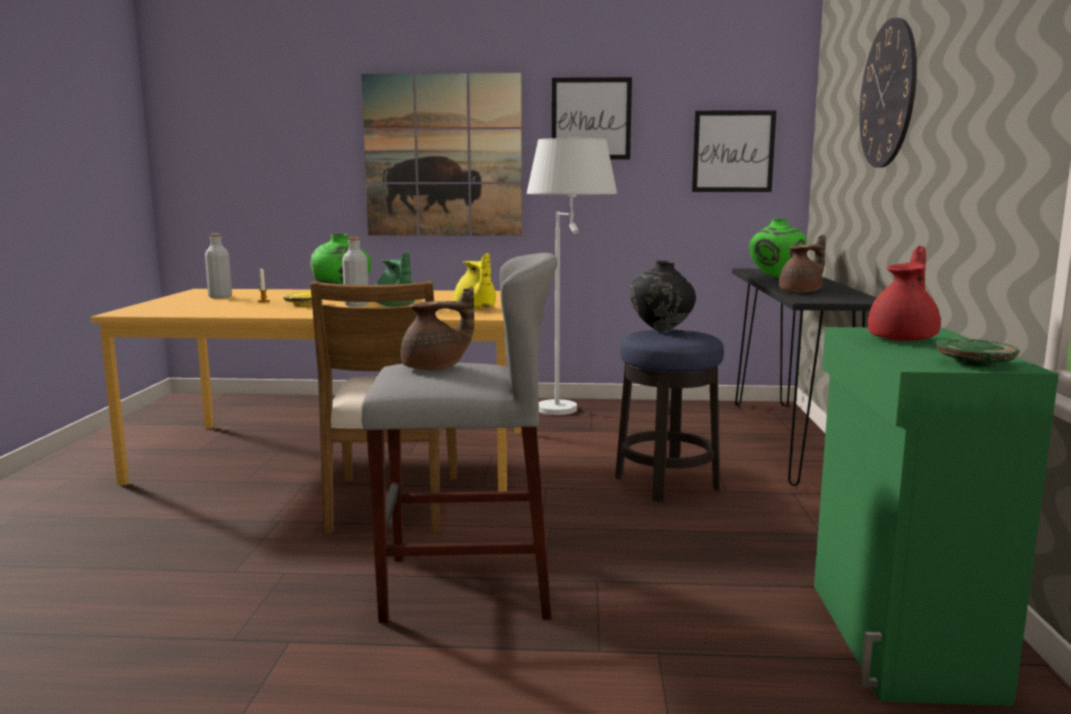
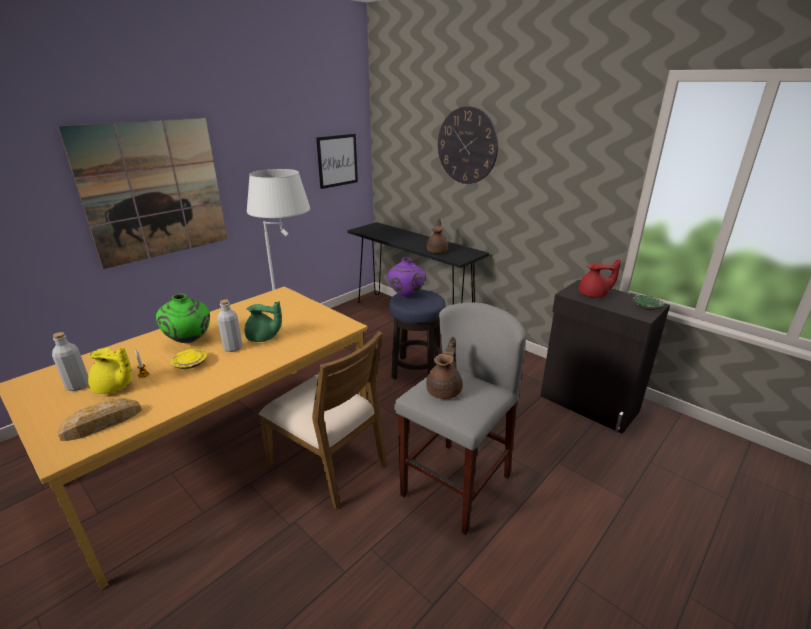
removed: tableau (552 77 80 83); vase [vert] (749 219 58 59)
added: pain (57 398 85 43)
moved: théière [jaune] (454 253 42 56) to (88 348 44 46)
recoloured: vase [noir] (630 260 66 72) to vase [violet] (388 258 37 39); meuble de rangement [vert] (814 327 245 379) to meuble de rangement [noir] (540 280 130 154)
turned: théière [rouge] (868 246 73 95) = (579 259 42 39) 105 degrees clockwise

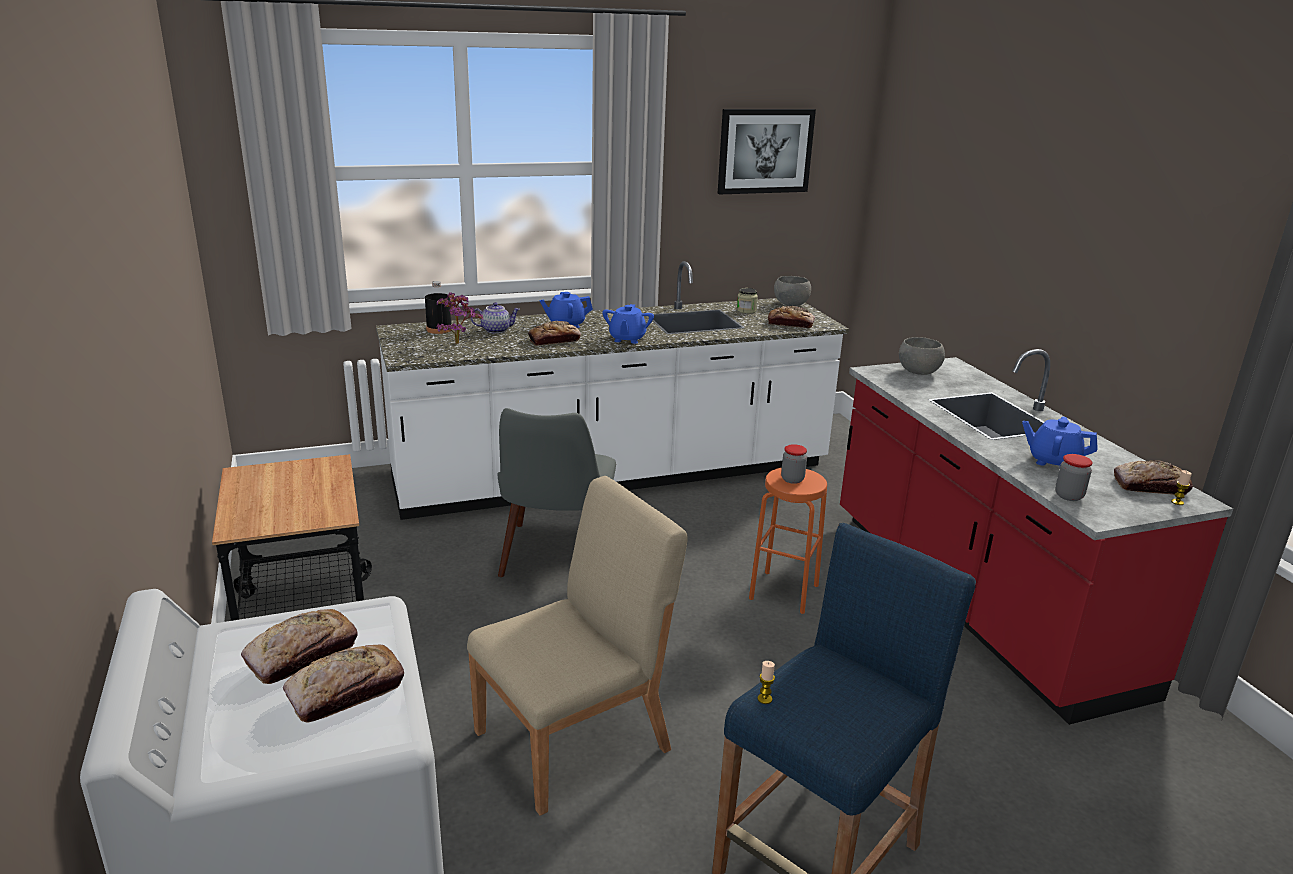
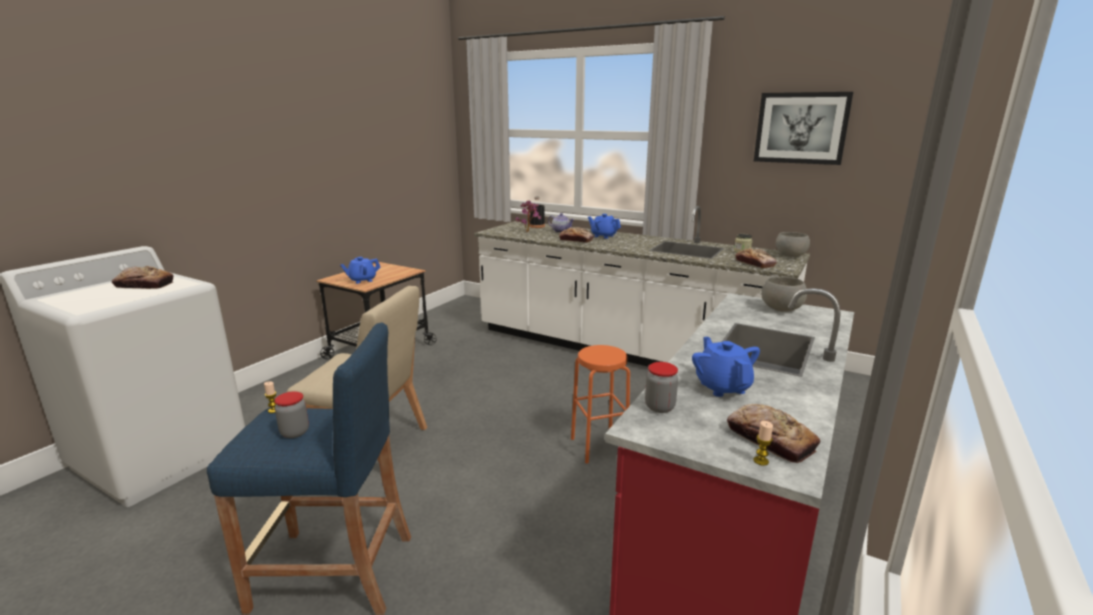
removed: chaise [gris] (498 408 118 169); pain (283 645 121 78)
moved: théière [bleu] (602 304 52 40) to (340 257 41 27); bocal (781 444 26 40) to (274 392 35 46)

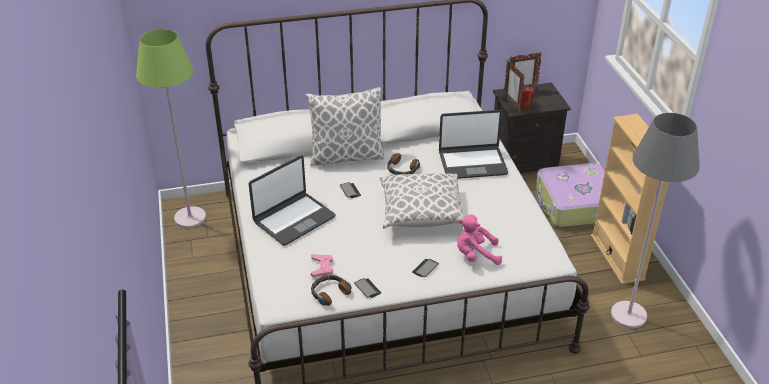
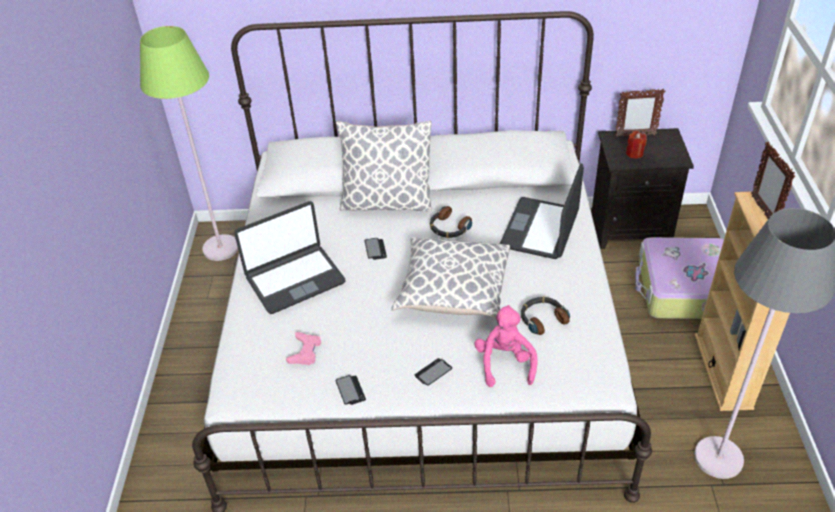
moved: cadre photo (504 60 21 52) to (751 142 44 77); casque audio (311 275 40 31) to (521 297 49 38)
turned: ordinateur portable (439 110 69 69) = (500 163 84 96) 105 degrees clockwise; peluche [rose] (457 214 45 51) = (474 305 64 82) 75 degrees clockwise

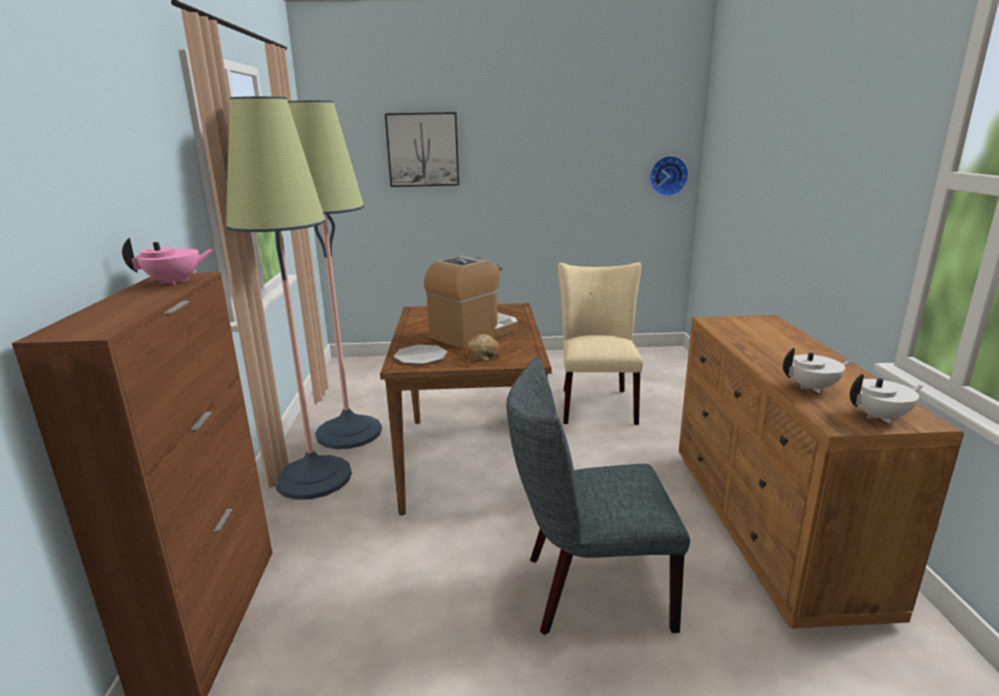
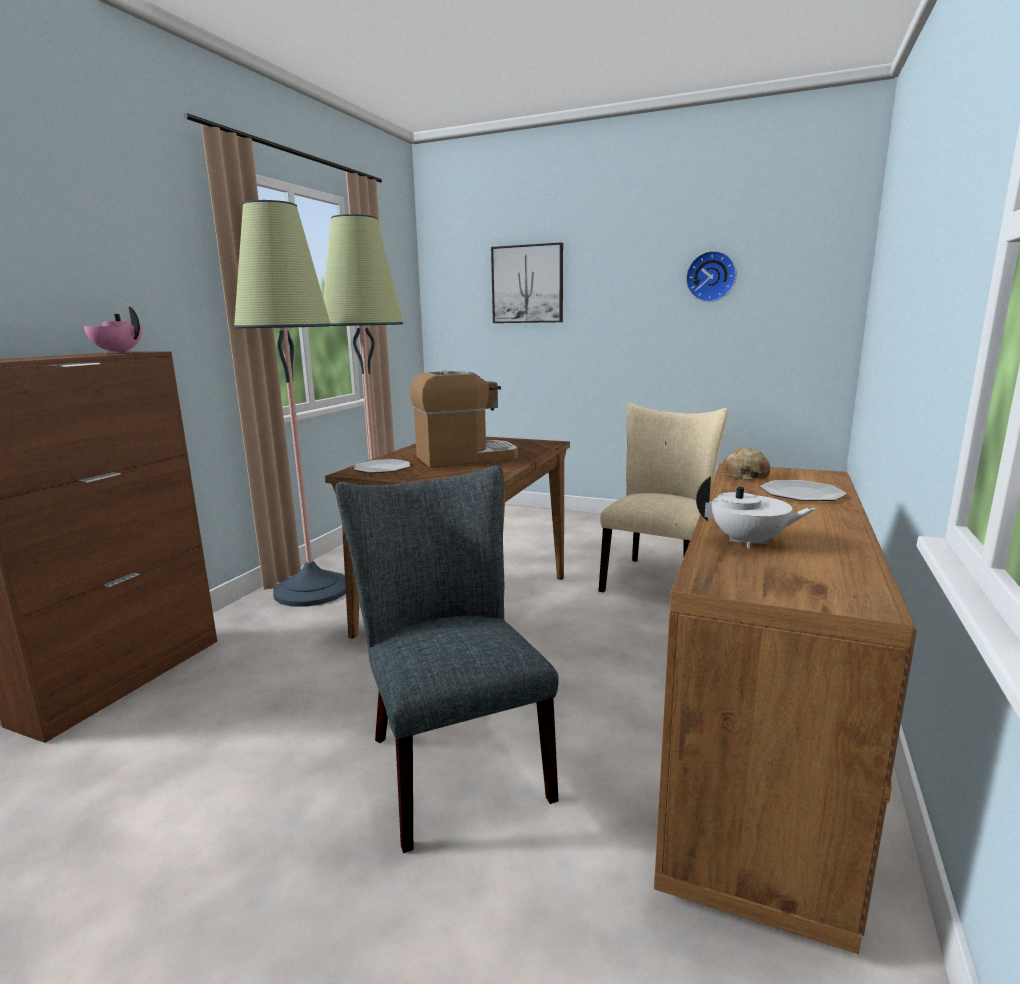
removed: théière [blanc] (850 374 73 50)
added: assiette (760 480 87 21)
moved: horloge murale (649 156 40 41) to (686 251 51 51); pain (465 334 35 27) to (722 448 48 32)
turned: théière [rose] (122 237 92 48) = (84 307 58 47) 150 degrees counterclockwise; chaise [gris] (506 357 184 278) = (335 465 224 388) 45 degrees clockwise

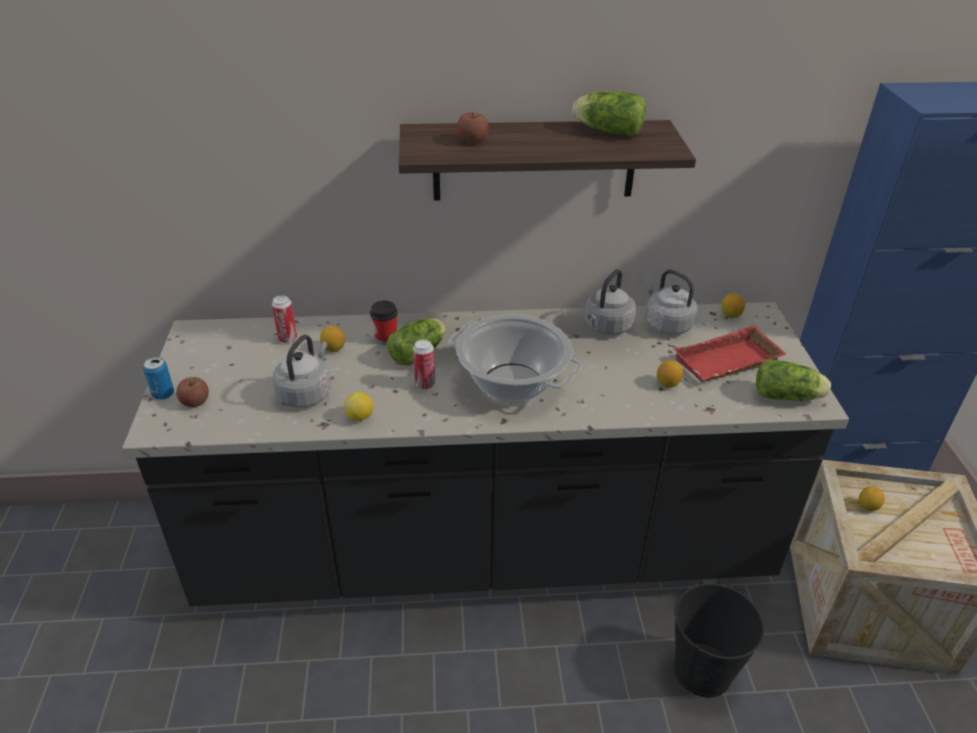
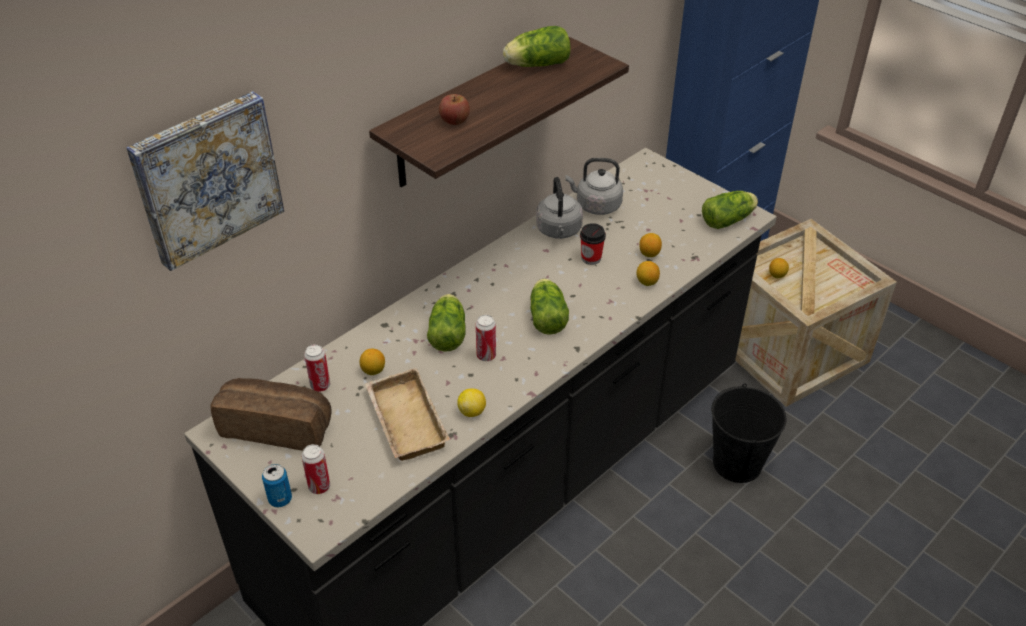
removed: plateau [rouge] (674 325 112 57)
added: tableau (126 91 158 180); pain (210 378 122 73)
moved: citron (722 293 23 25) to (636 261 24 25); tasse (370 301 28 44) to (580 223 26 42)
replaced: marmite (448 314 134 89) to laitue (530 279 39 56); bouilloire [gris] (272 335 59 73) to plateau [beige] (365 368 85 93); pomme (176 377 33 30) to boîte métallique (301 444 29 50)

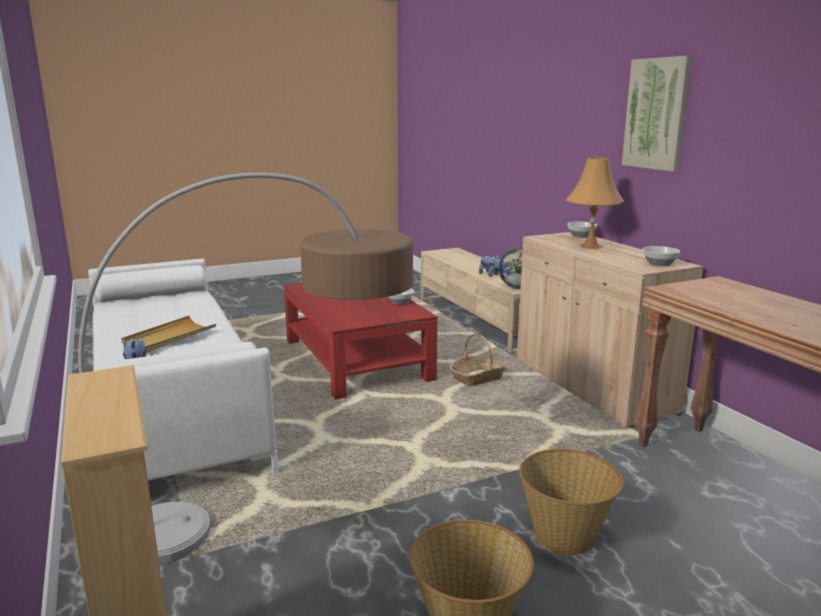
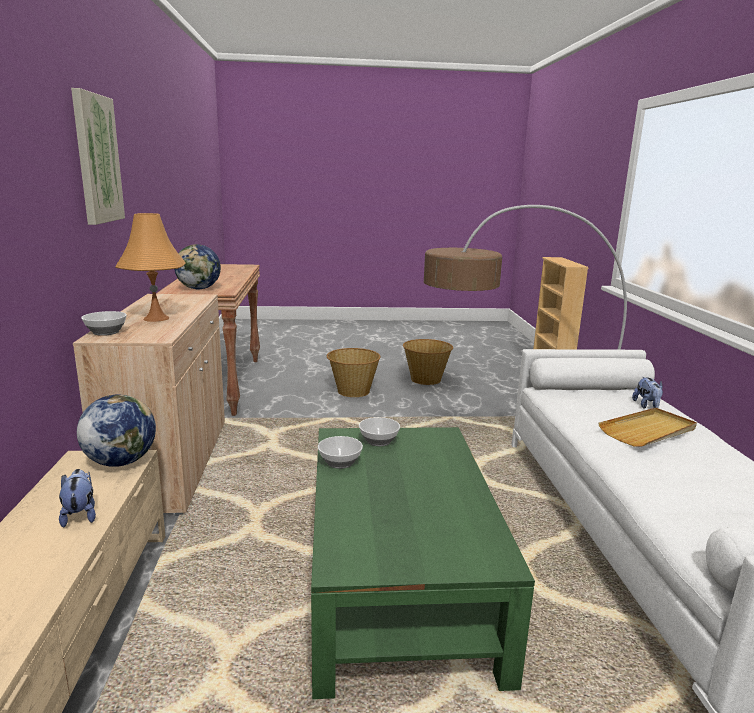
removed: panier (449 334 58 52)
added: globe (174 244 47 45)
moved: bol (643 246 37 21) to (359 417 41 29)
recoloured: table basse [rouge] (284 283 153 117) to table basse [vert] (311 427 224 272)

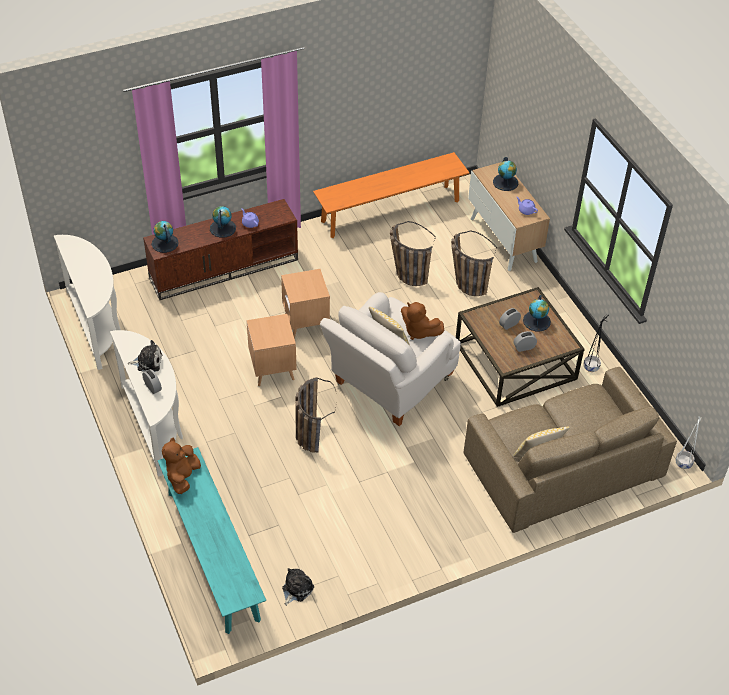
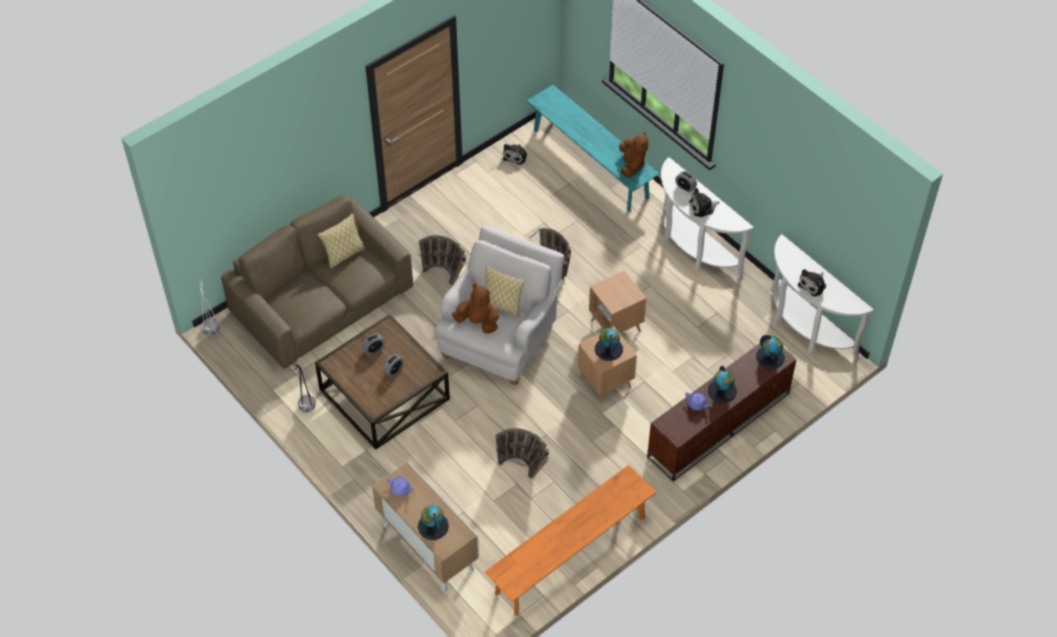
added: peluche (798 269 28 27)
moved: panier (451 230 46 66) to (417 235 49 51); globe (523 295 28 36) to (595 328 28 33)

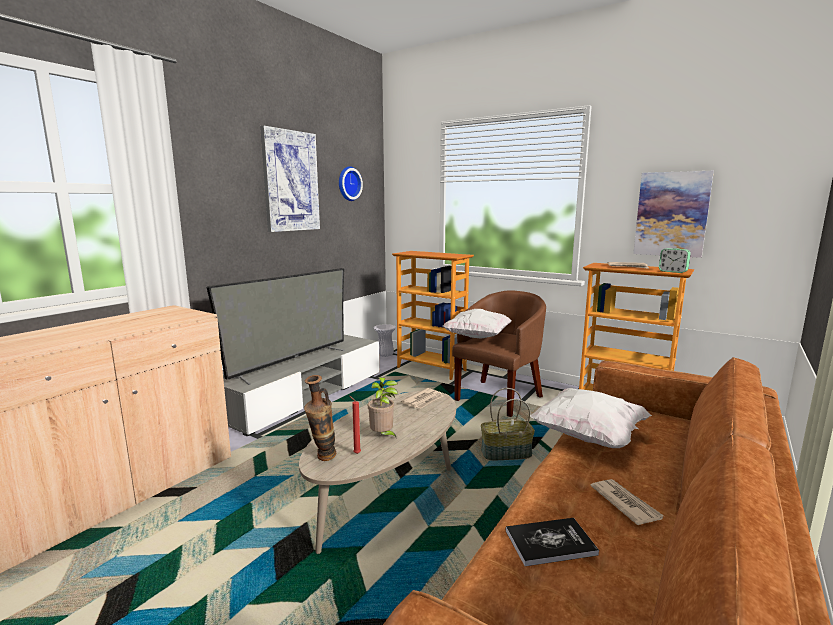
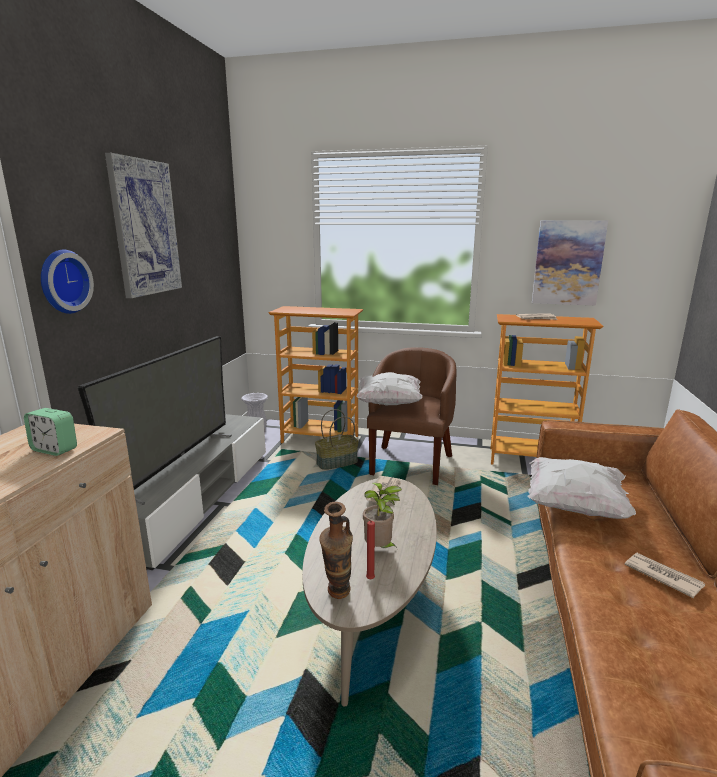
removed: livre (506 518 93 48)
moved: horloge murale (339 166 24 35) to (41 250 53 64); réveil (659 248 32 25) to (24 408 53 48); panier (481 388 54 72) to (315 409 44 61)

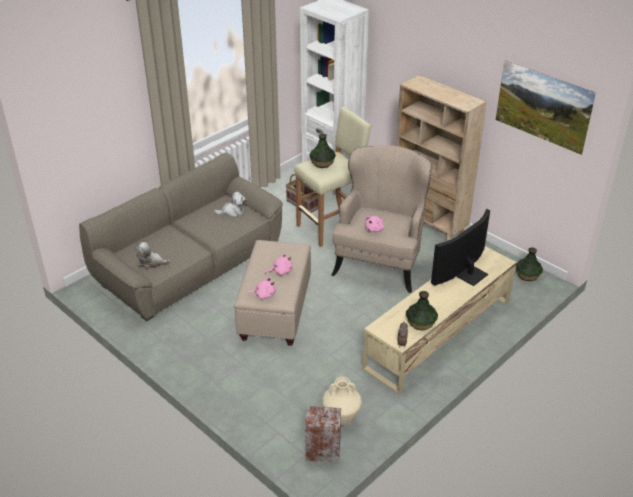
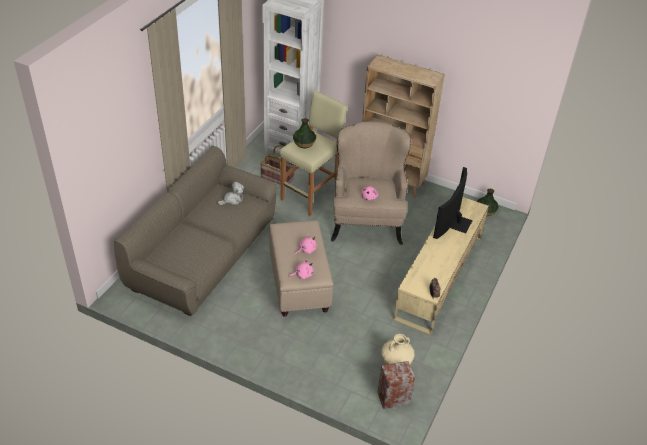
removed: tableau (496 60 100 95); peluche (135 242 36 27); vase (406 291 32 40)

